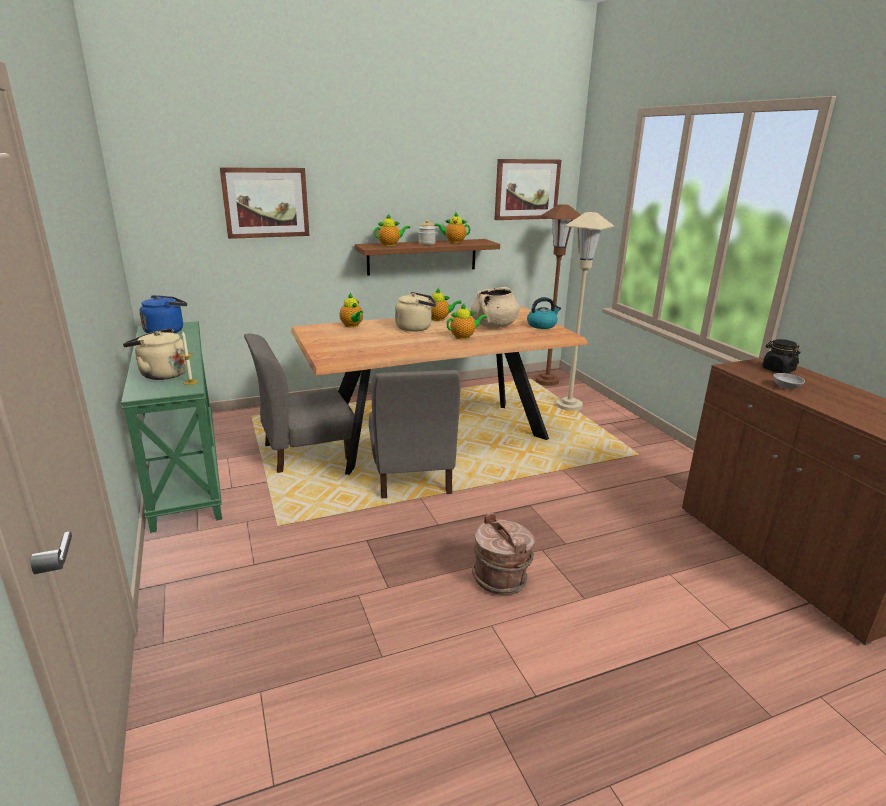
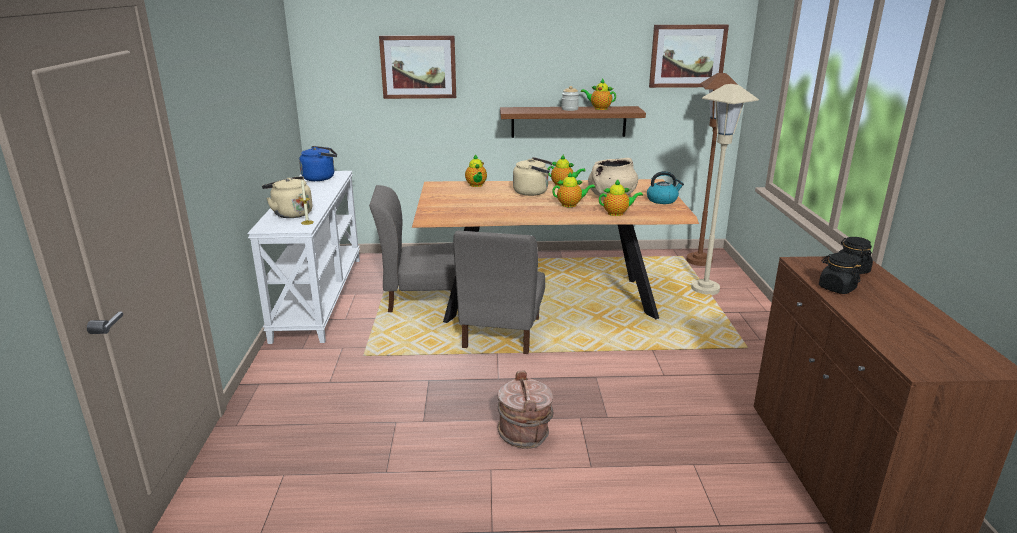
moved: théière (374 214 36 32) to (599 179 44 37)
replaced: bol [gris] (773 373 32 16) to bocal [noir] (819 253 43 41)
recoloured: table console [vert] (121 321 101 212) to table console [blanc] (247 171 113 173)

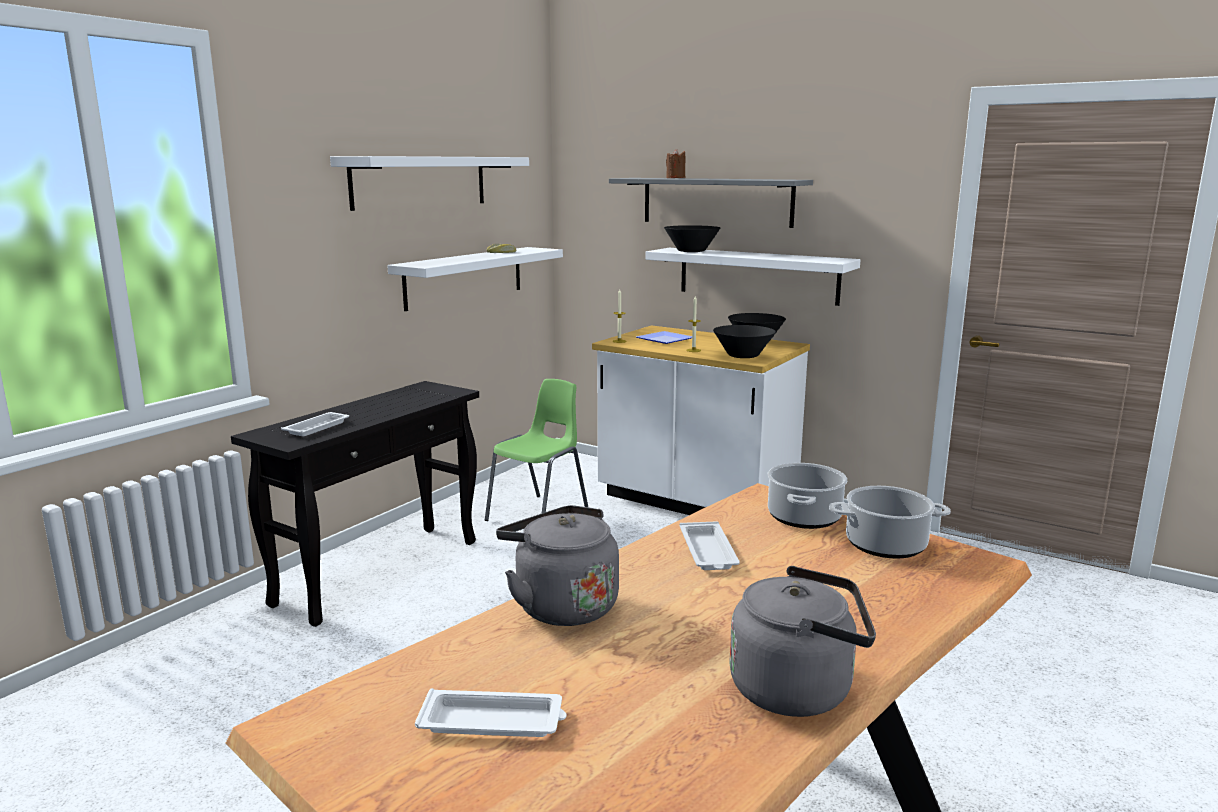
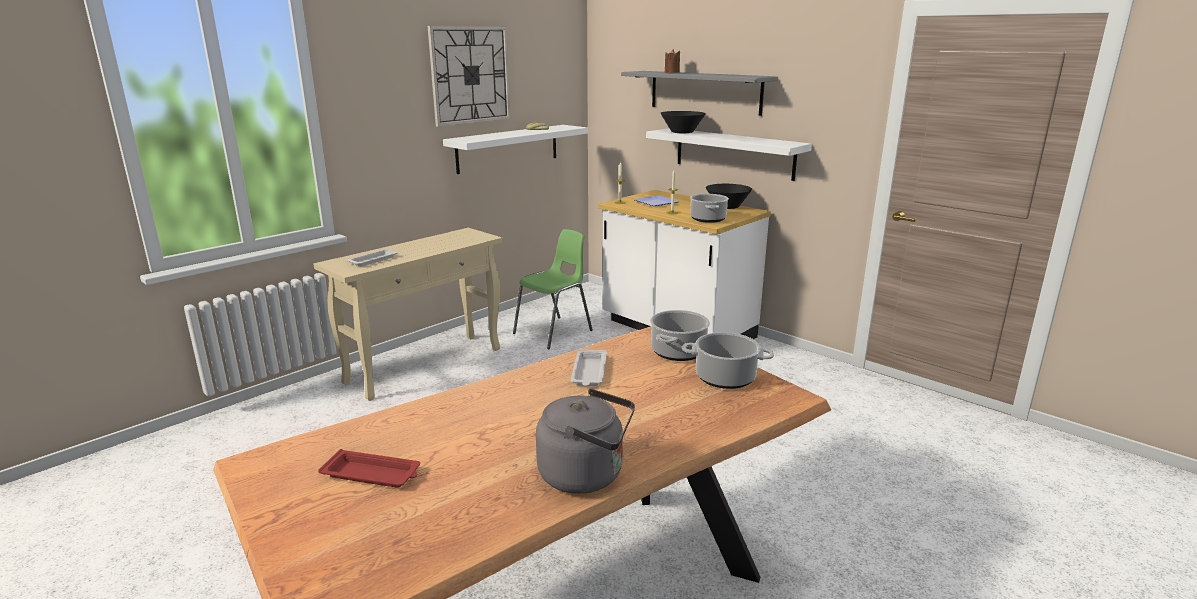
removed: bouilloire [gris] (496 505 123 121)
replaced: étagère [blanc] (330 156 199 55) to horloge murale (428 26 83 101); bol [noir] (713 325 63 33) to marmite (690 194 39 29)
recoloured: table console [noir] (231 381 248 246) to table console [beige] (313 228 190 173); plateau [blanc] (415 688 152 49) to plateau [rouge] (318 449 102 39)

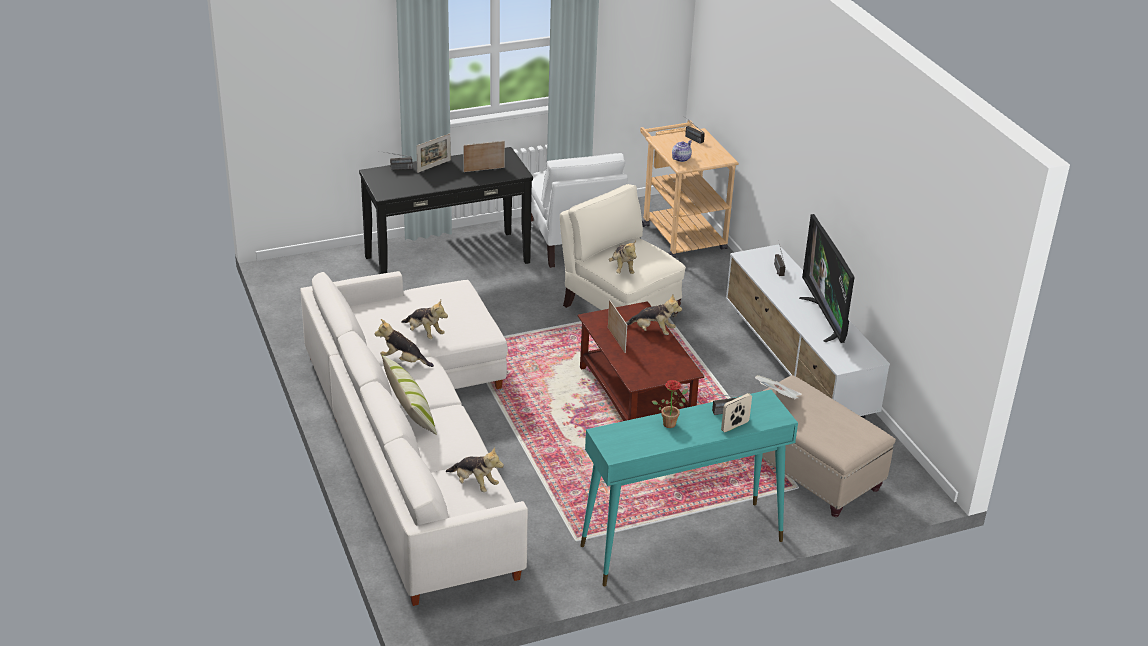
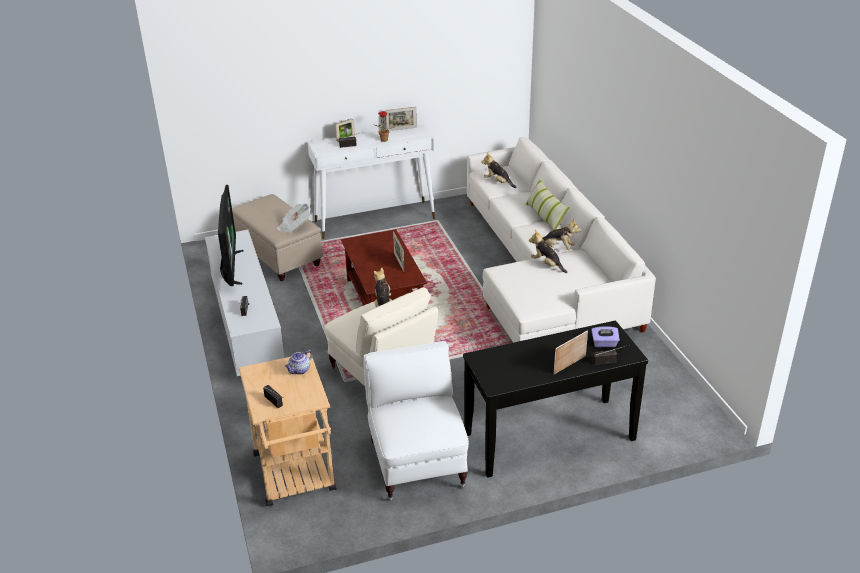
removed: peluche (626 295 56 40)
added: boîte à mouchoirs [violet] (591 326 29 21)
moved: cadre photo (463 141 42 31) to (385 107 32 24)
recoloured: table console [turquoise] (580 389 218 197) to table console [blanc] (308 124 127 115)

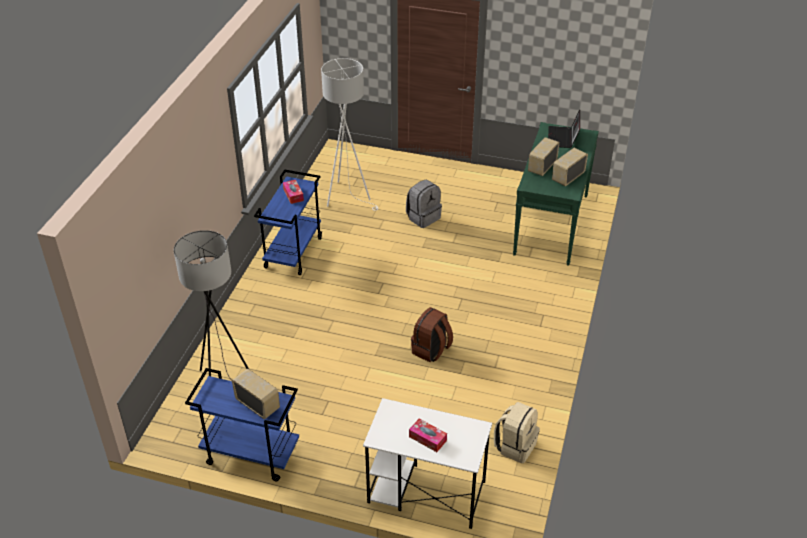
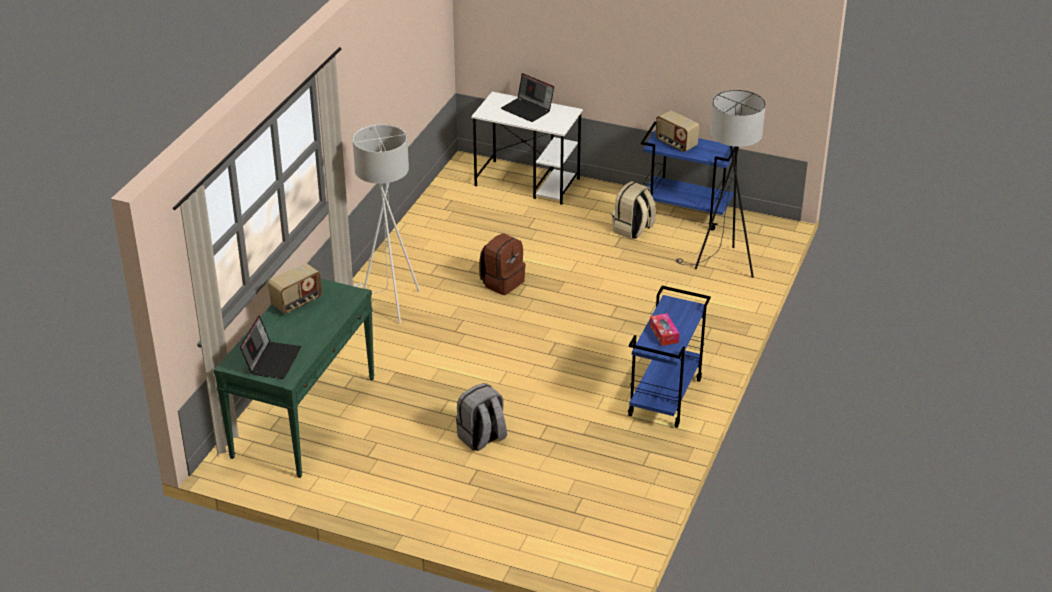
removed: radio (528 137 32 39)
moved: lampadaire [blanc] (321 58 58 153) to (353 124 67 199); sac à dos [beige] (494 402 46 61) to (612 181 44 58)
replaced: boîte à mouchoirs (409 418 38 34) to ordinateur portable (501 73 53 49)

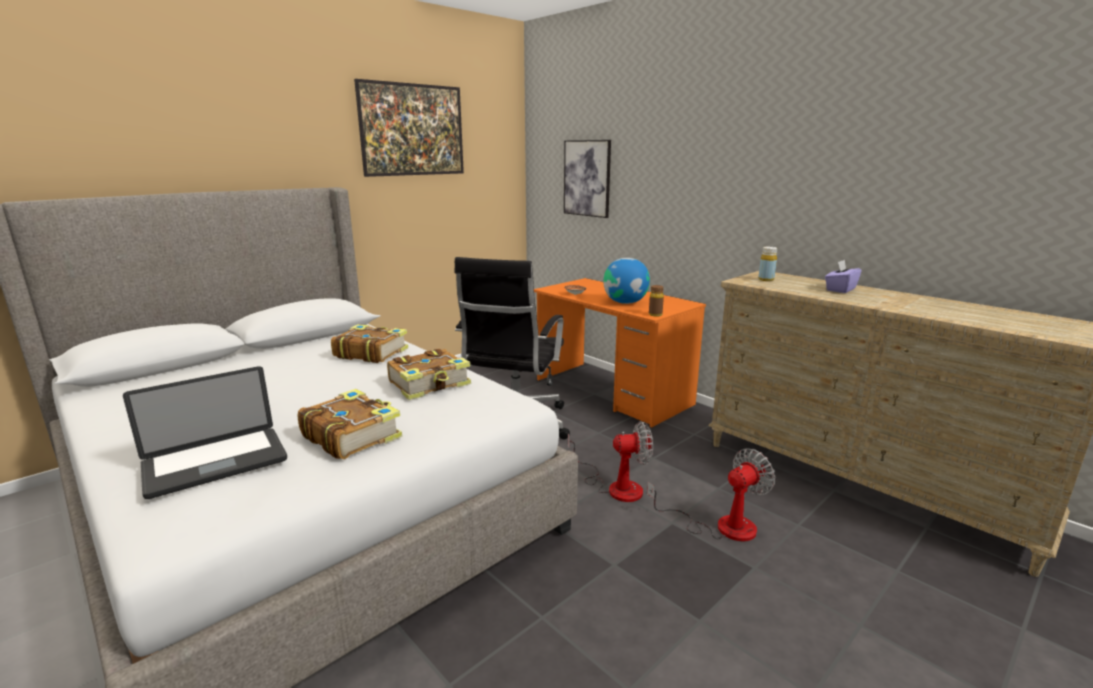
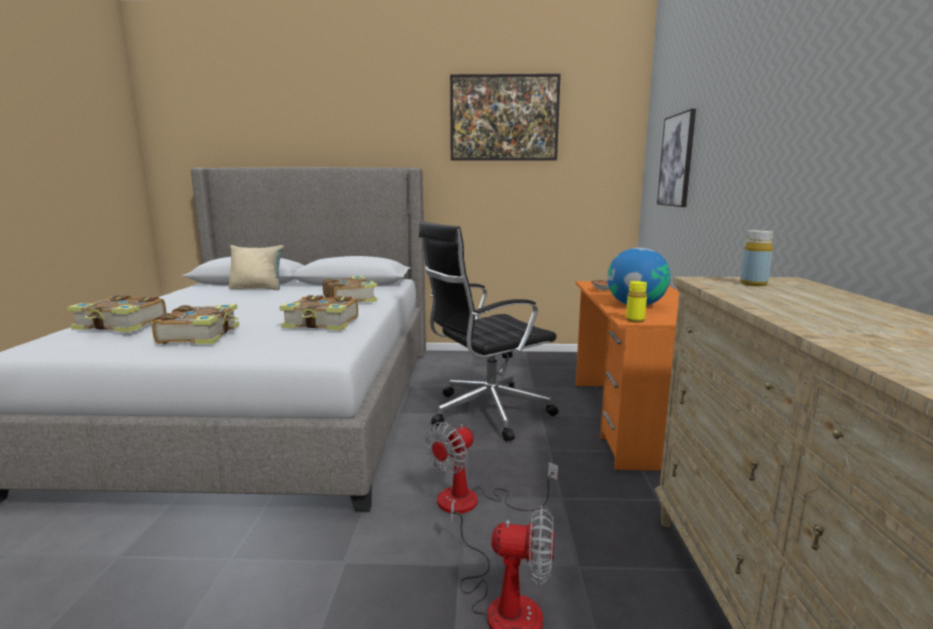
removed: boîte à mouchoirs [violet] (825 260 36 33)
added: coussin [beige] (228 245 55 45)
replaced: ordinateur portable (123 366 164 133) to livre (67 295 100 37)
recoloured: bouteille [marron] (649 285 15 31) to bouteille [jaune] (626 281 21 42)
turned: ventilateur (568 421 85 81) = (425 422 133 92) 90 degrees clockwise

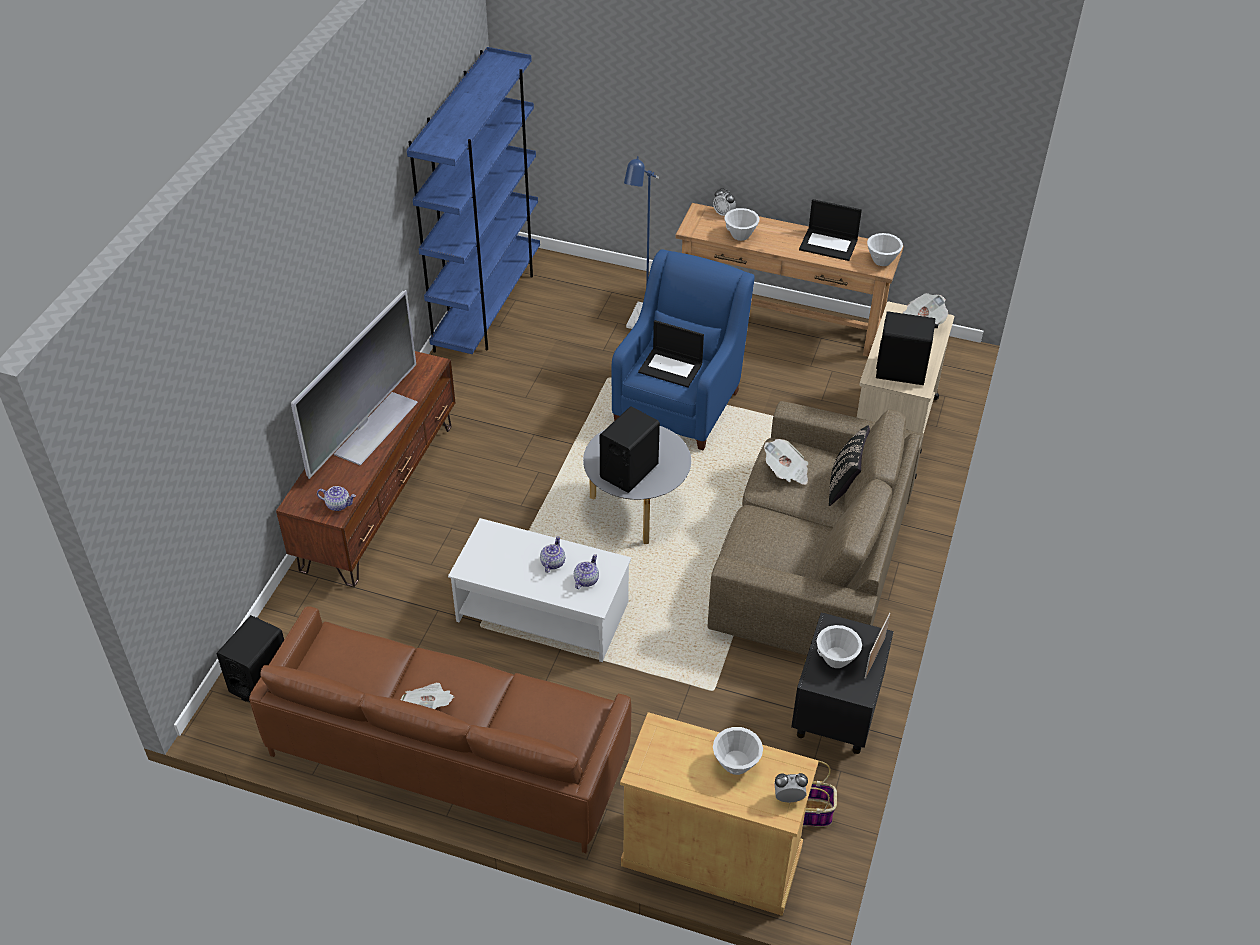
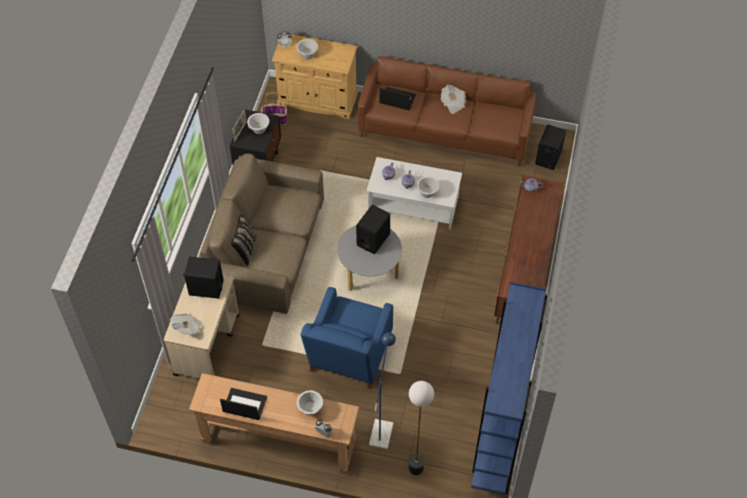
removed: téléviseur (291 290 127 189); journal (764 439 44 46)
added: lampadaire (409 381 25 94)
moved: bol [blanc] (867 233 36 33) to (417 176 22 22); ordinateur portable (638 320 66 68) to (380 87 36 23)

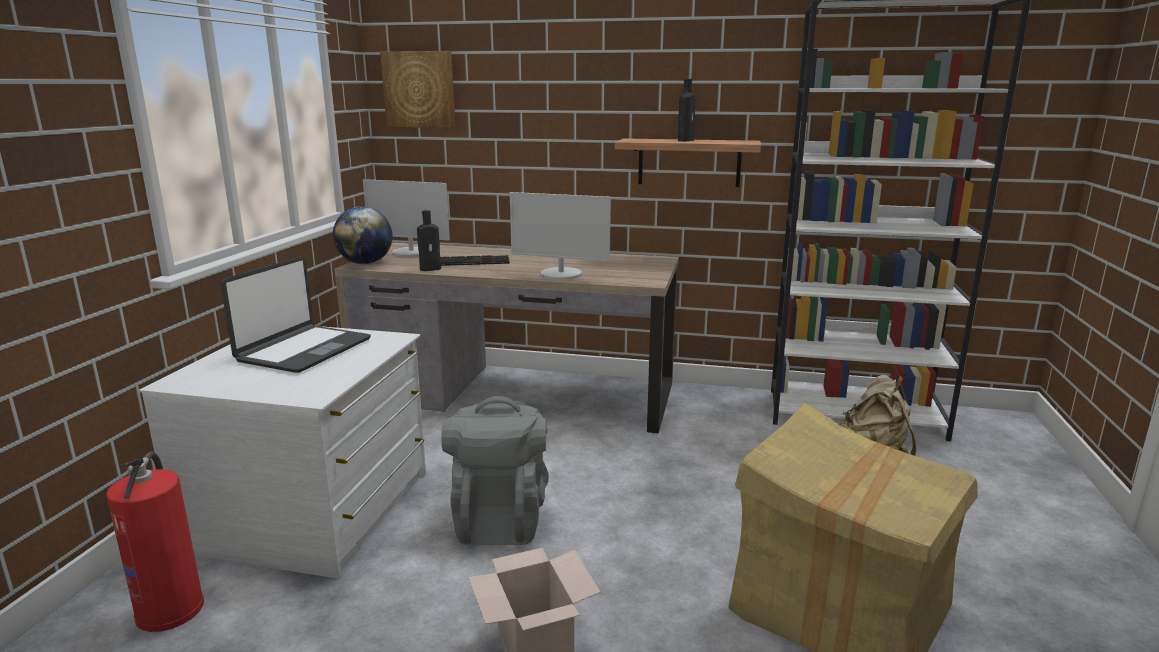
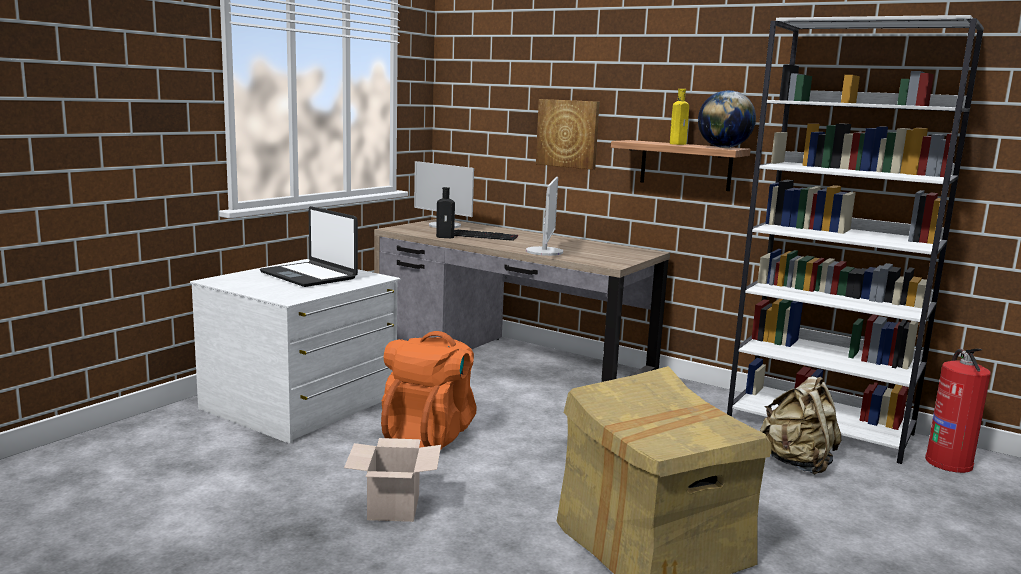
moved: tableau (380 51 75 77) to (536 99 63 71); globe (333 206 59 58) to (698 90 58 58); extincteur (106 451 98 181) to (925 349 66 124)
recoloured: bouteille [noir] (678 79 17 62) to bouteille [jaune] (670 89 19 56); sac à dos [gris] (441 396 108 149) to sac à dos [orange] (381 331 96 119)
turned: écran d'ordinateur (510 192 101 88) = (526 177 37 79) 120 degrees counterclockwise; ordinateur portable (221 256 150 117) = (260 206 98 81) 90 degrees clockwise

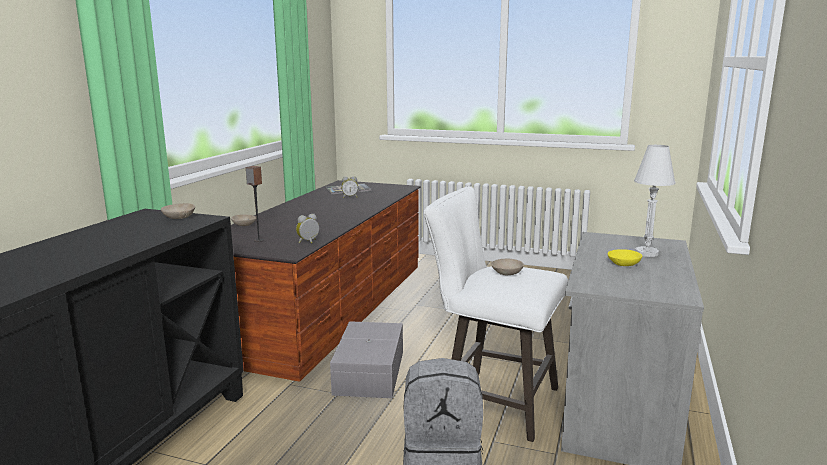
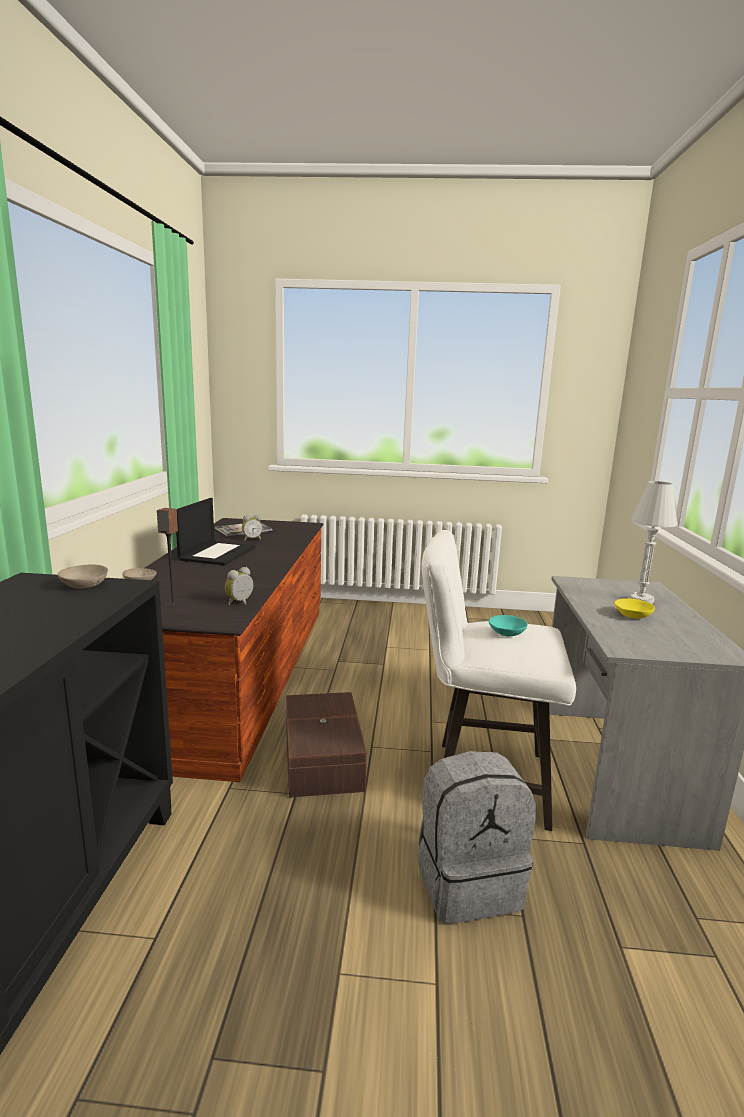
added: ordinateur portable (176 498 79 67)
recoloured: bol [beige] (491 259 33 16) to bol [turquoise] (489 615 39 22); boîte de rangement [gris] (330 321 73 77) to boîte de rangement [marron] (286 692 81 106)

